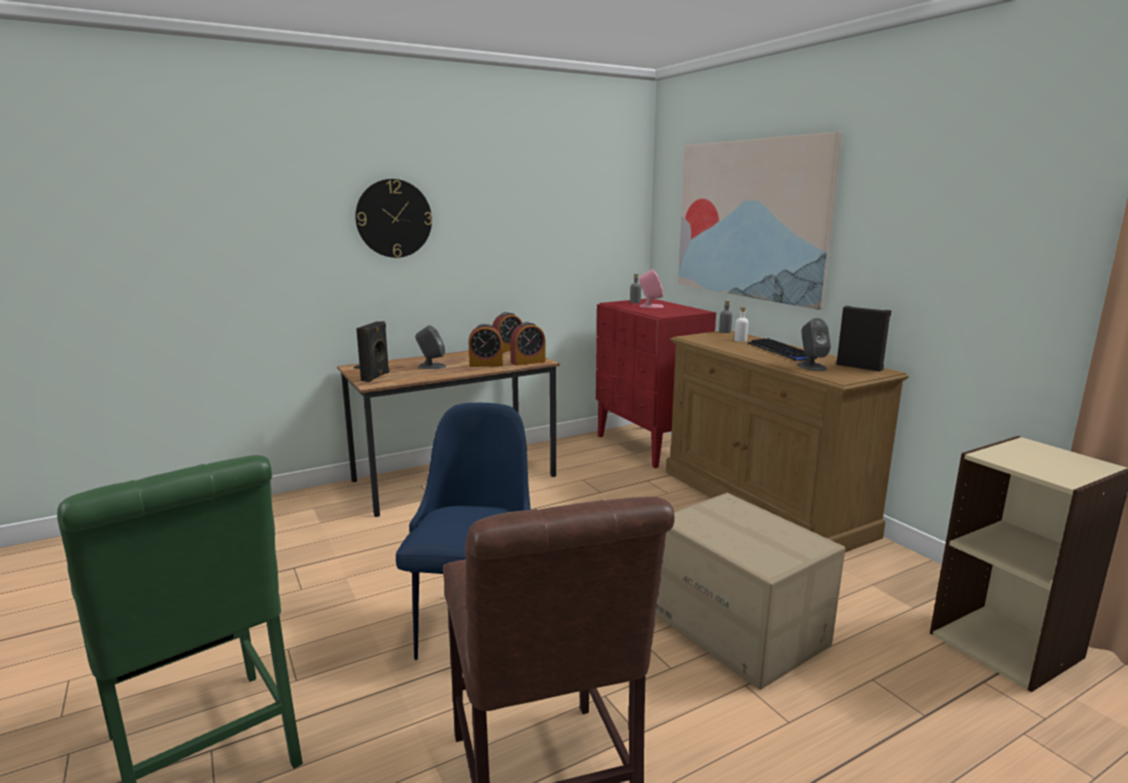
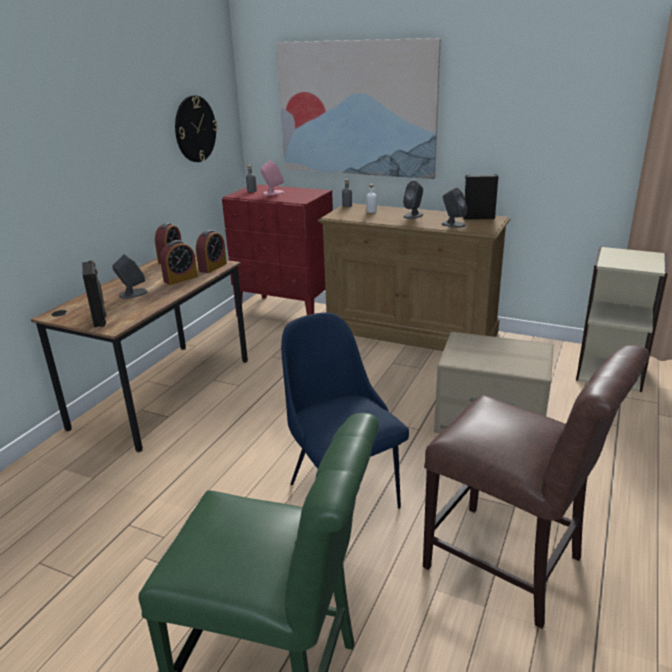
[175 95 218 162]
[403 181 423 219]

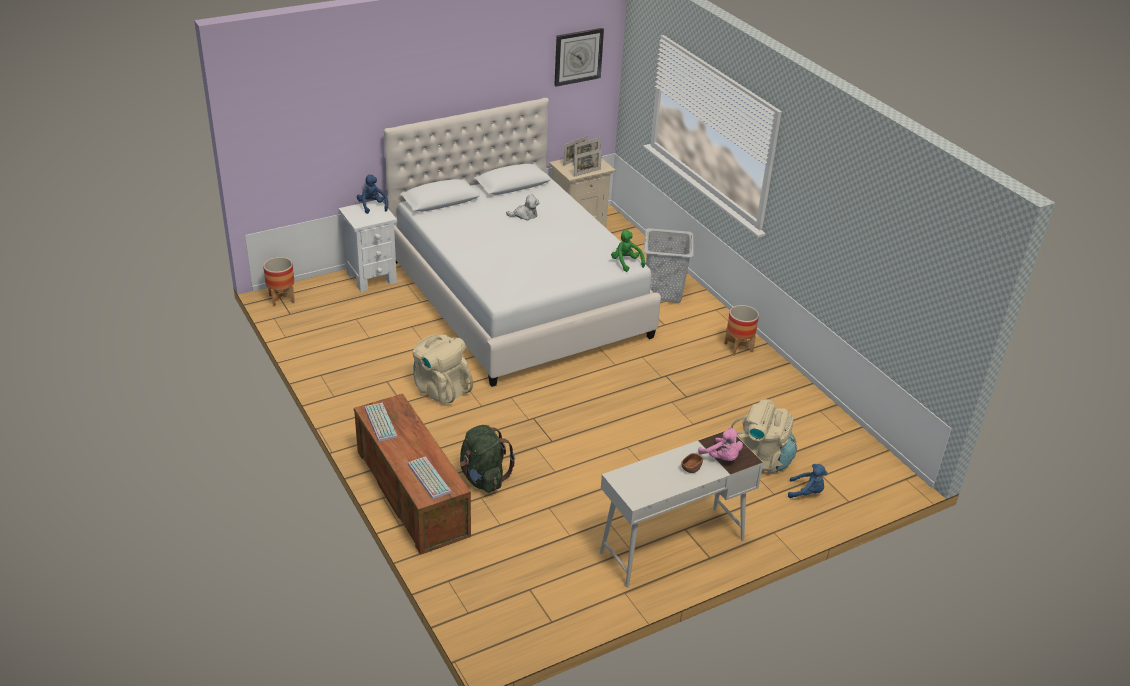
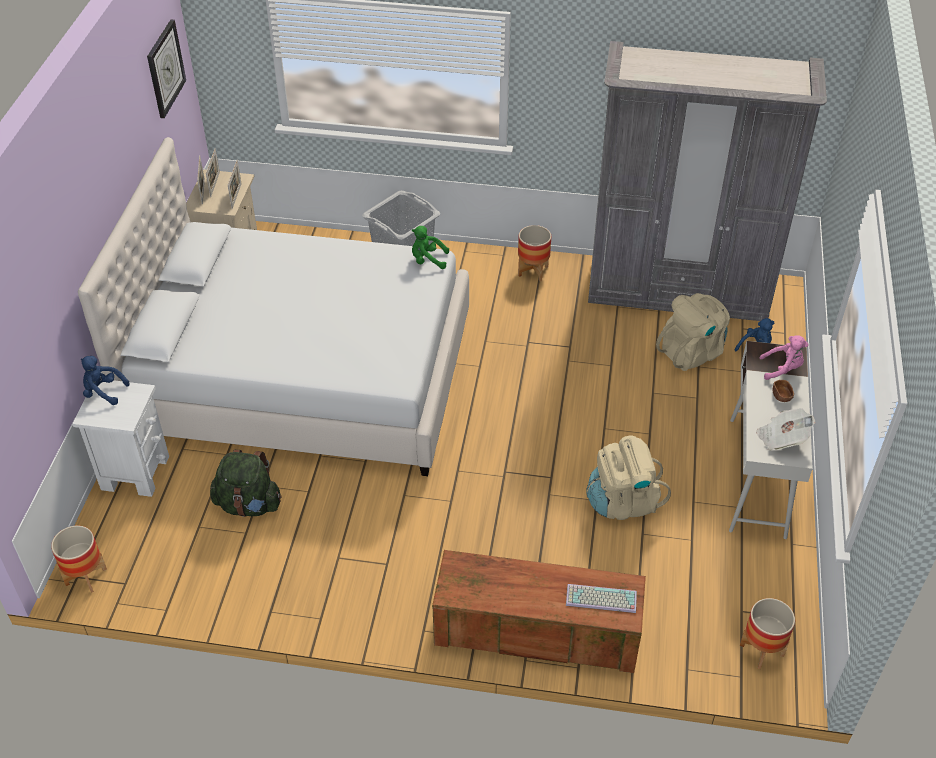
[365 403 397 442] (first image)
[586 436 671 520]
[210 450 282 517]
[506 195 539 220] (first image)
[588 41 827 321]
[740 598 795 669]
[756 408 815 451]

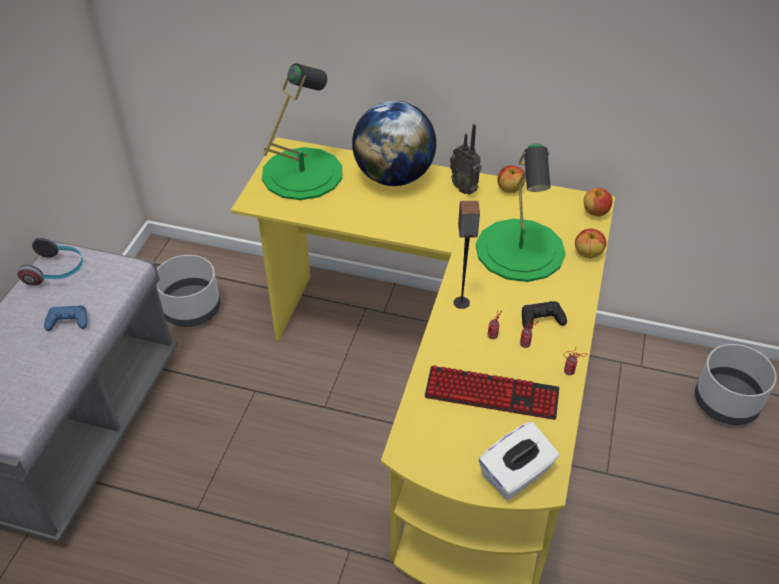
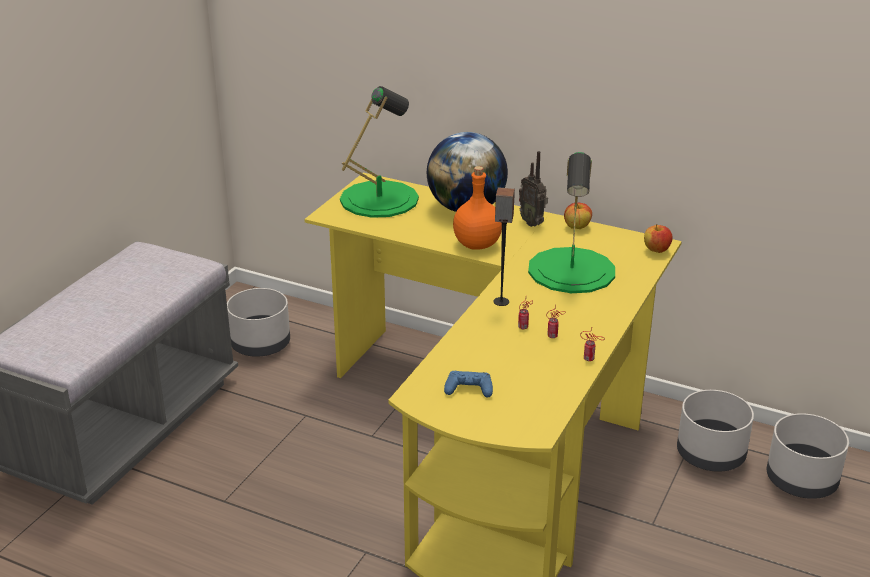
[17 237 83 286] (first image)
[444 371 493 397]
[424 365 559 420] (first image)
[479 421 560 500] (first image)
[522 301 567 329] (first image)
[575 229 607 258] (first image)
[453 166 502 250]
[677 390 754 472]

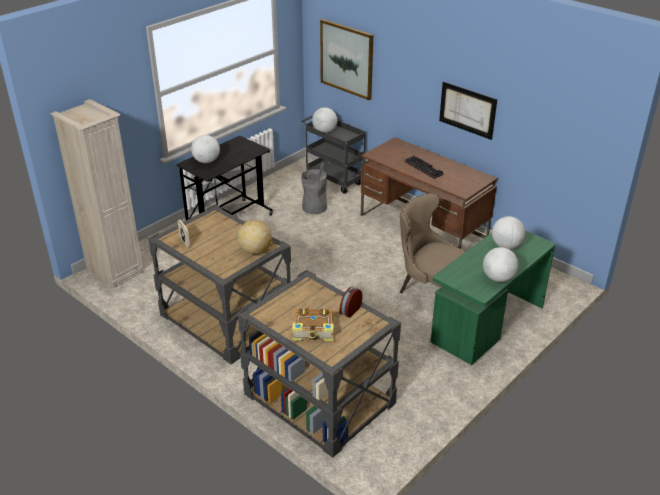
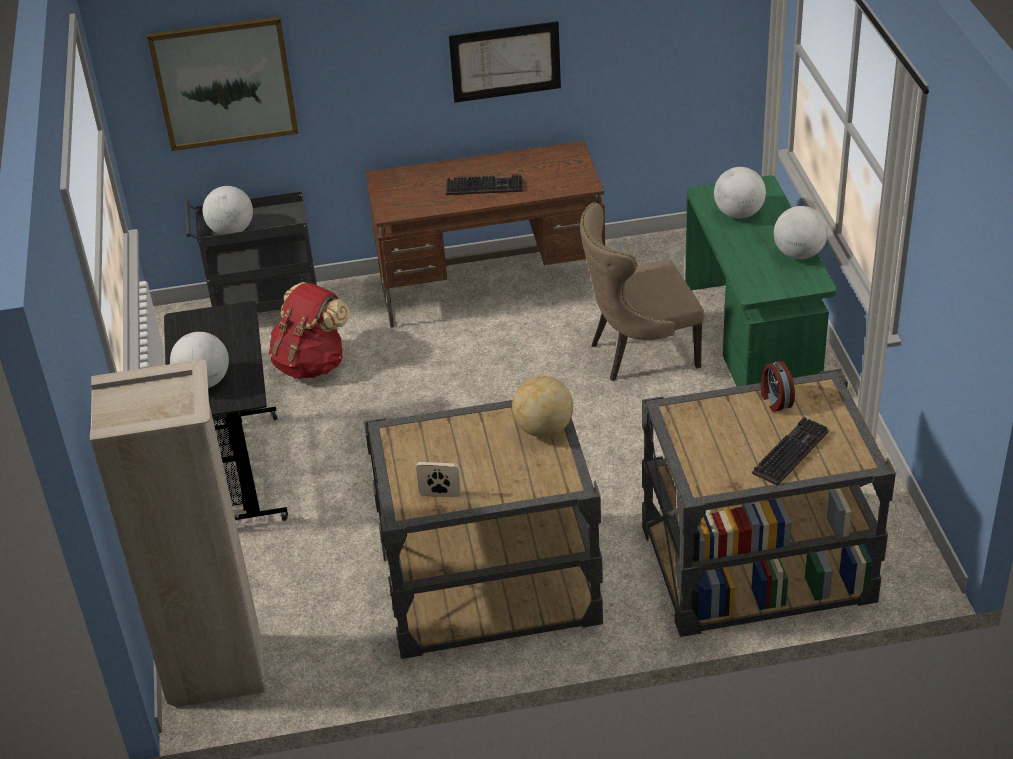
[752 417 829 486]
[269 282 350 379]

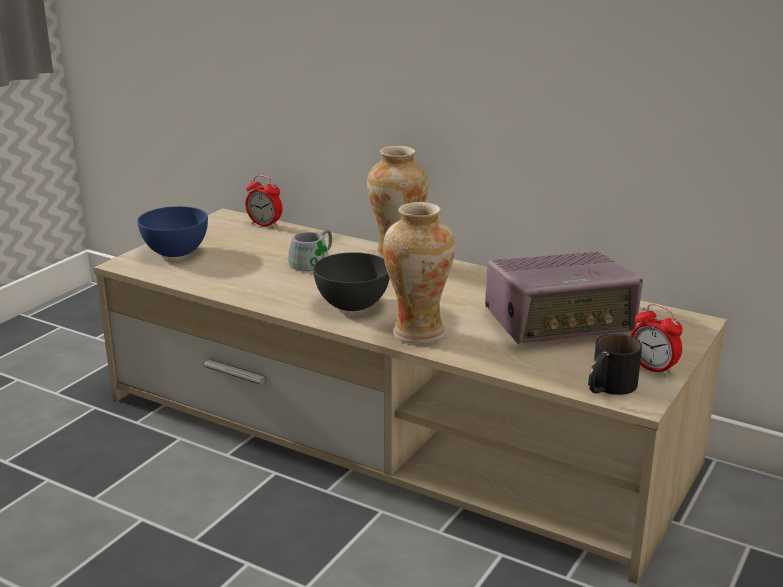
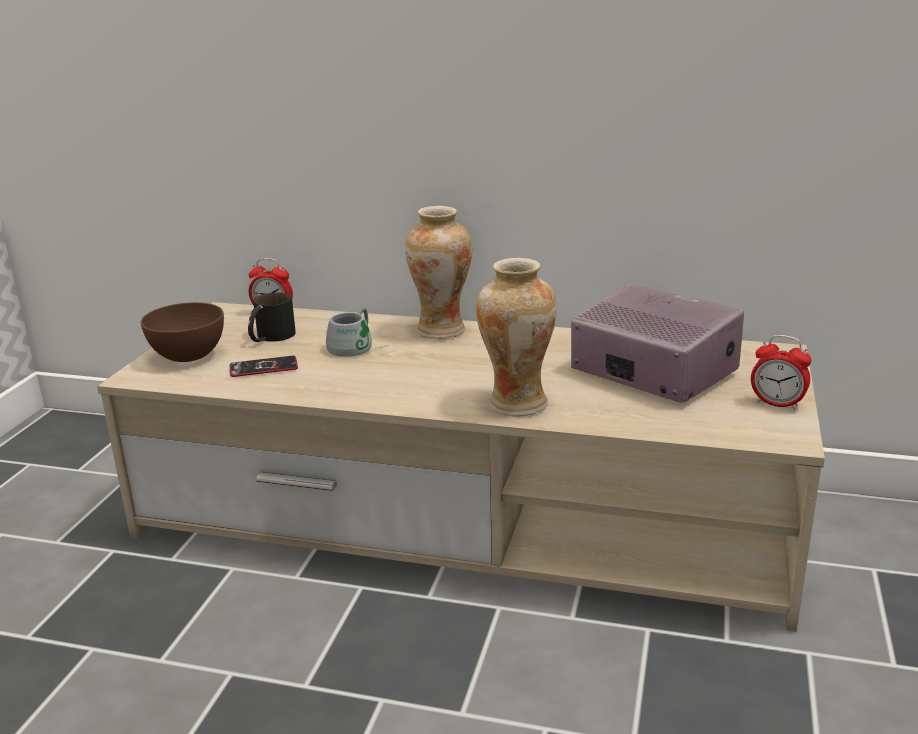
[141 302 224 362]
[313 252 390 311] (first image)
[571 283 744 402]
[248 292 296 342]
[230 356 298 377]

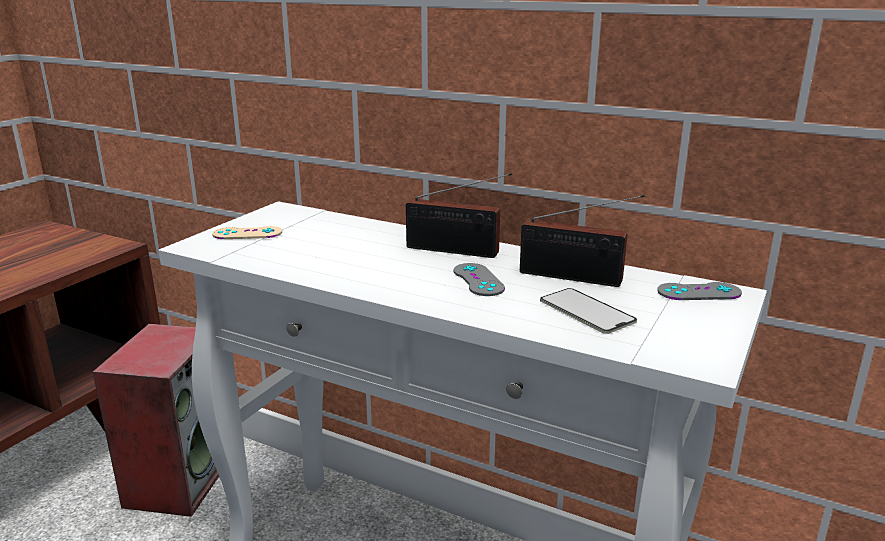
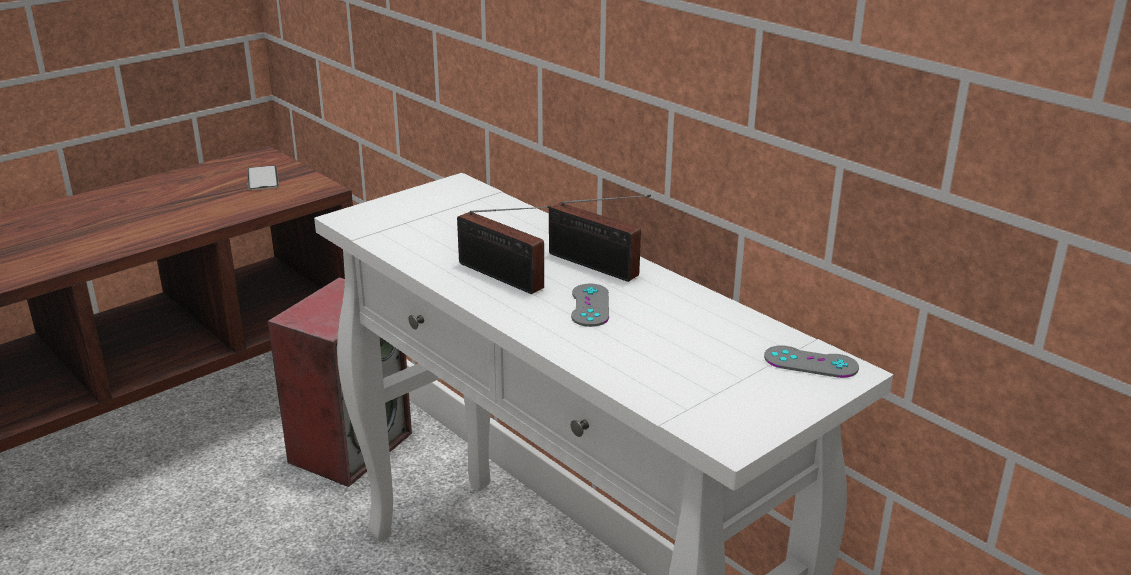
[212 226 282 239] (first image)
[457 206 551 294]
[247 165 279 190]

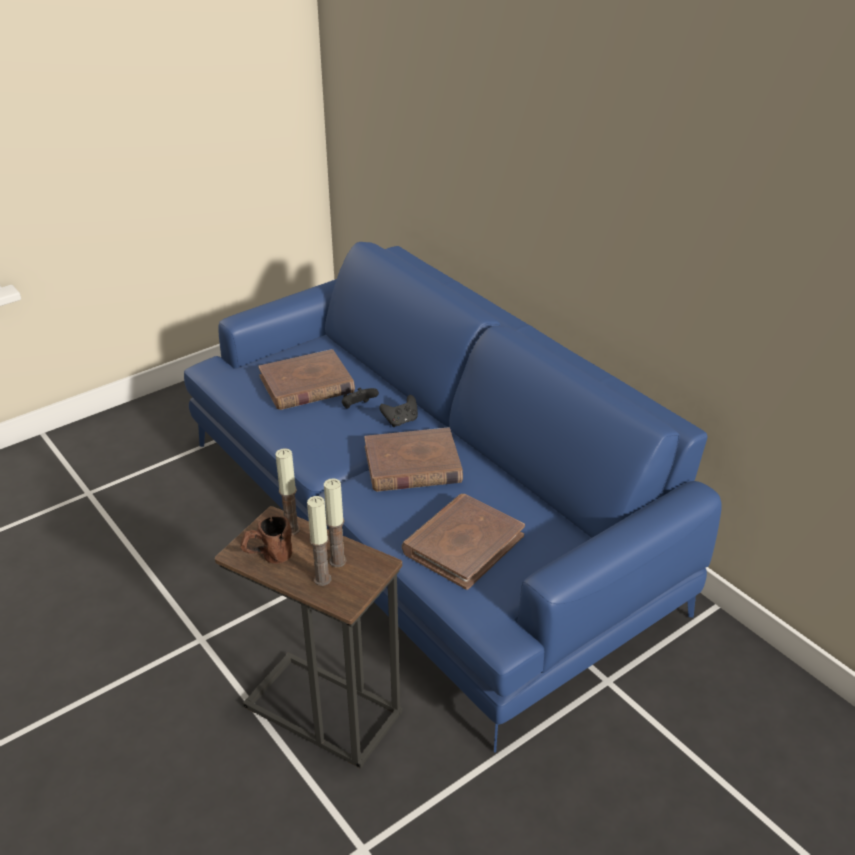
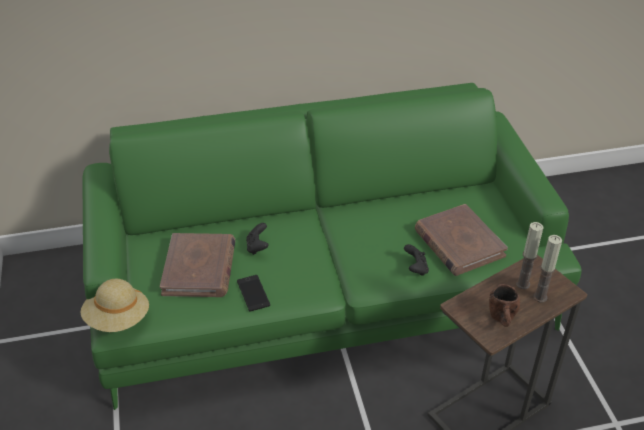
[82 83 582 410]
[276 448 300 535] (first image)
[364 427 463 492] (first image)
[404 244 429 276]
[80 279 149 332]
[237 275 270 311]

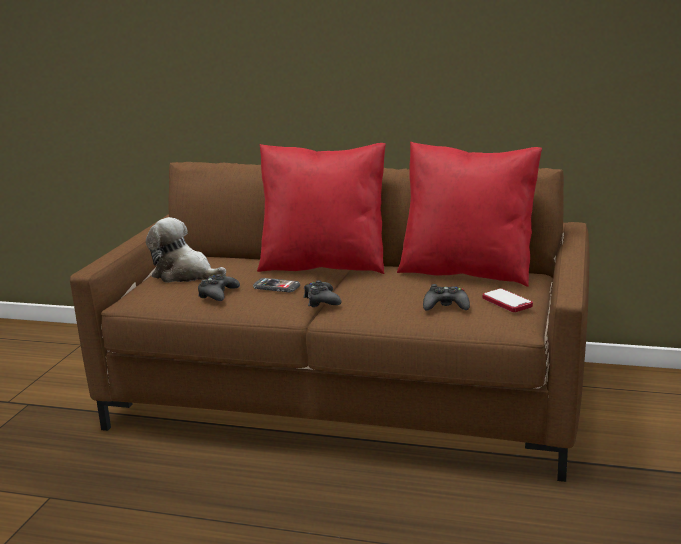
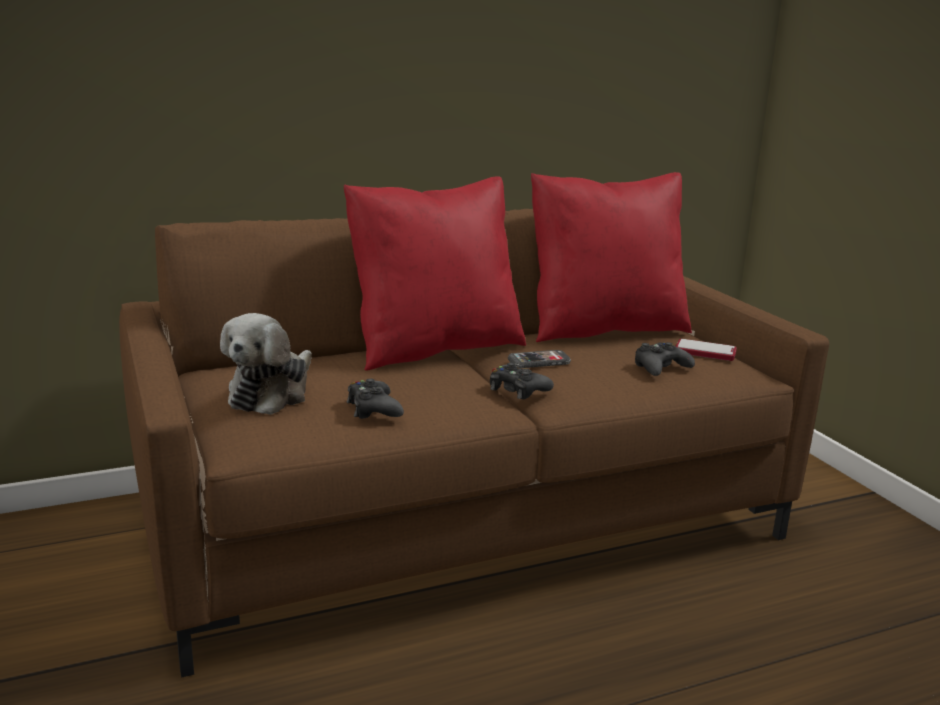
[220 313 312 415]
[508 350 571 368]

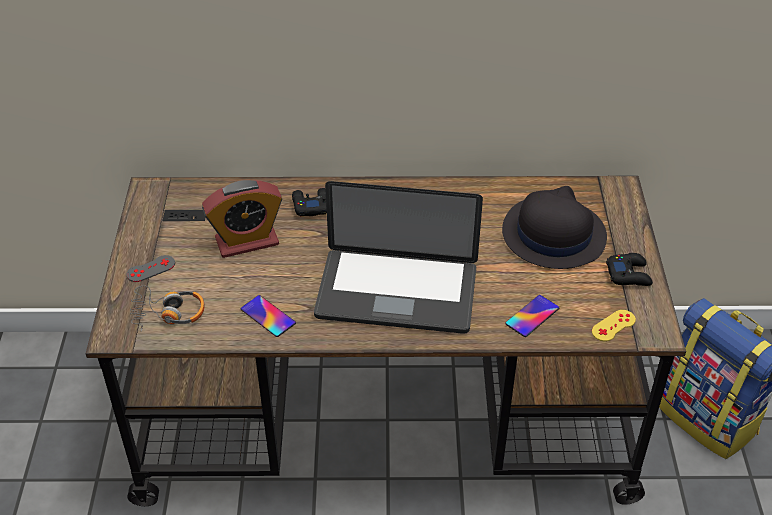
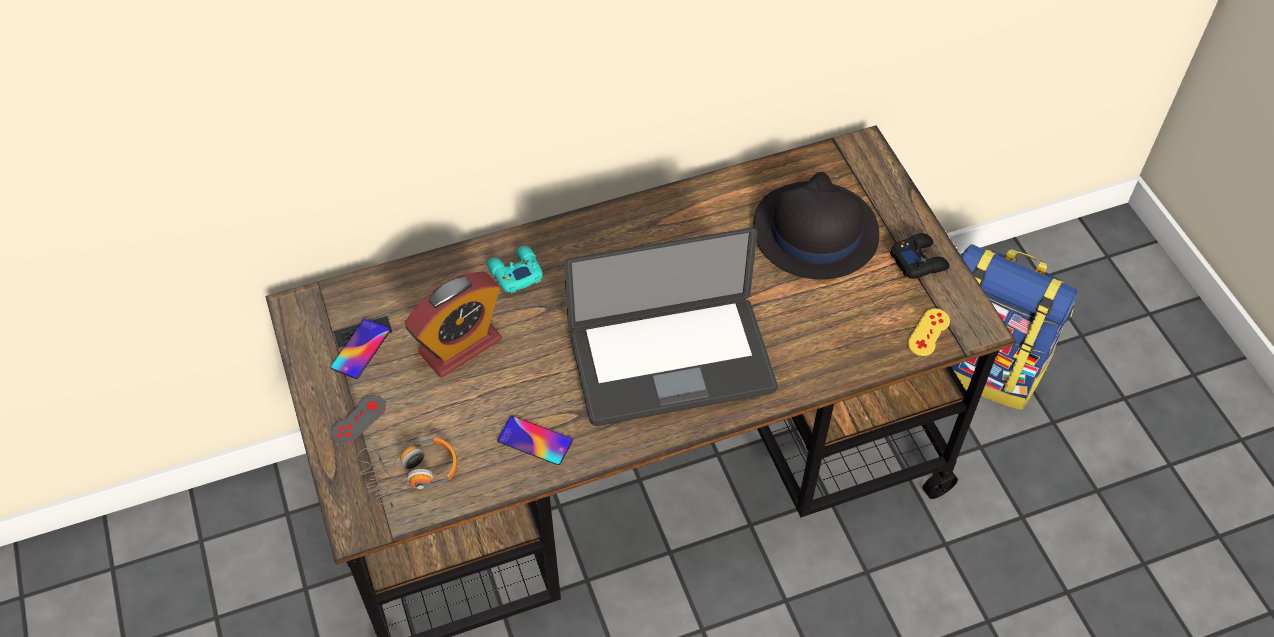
[487 246 543 293]
[330 319 391 379]

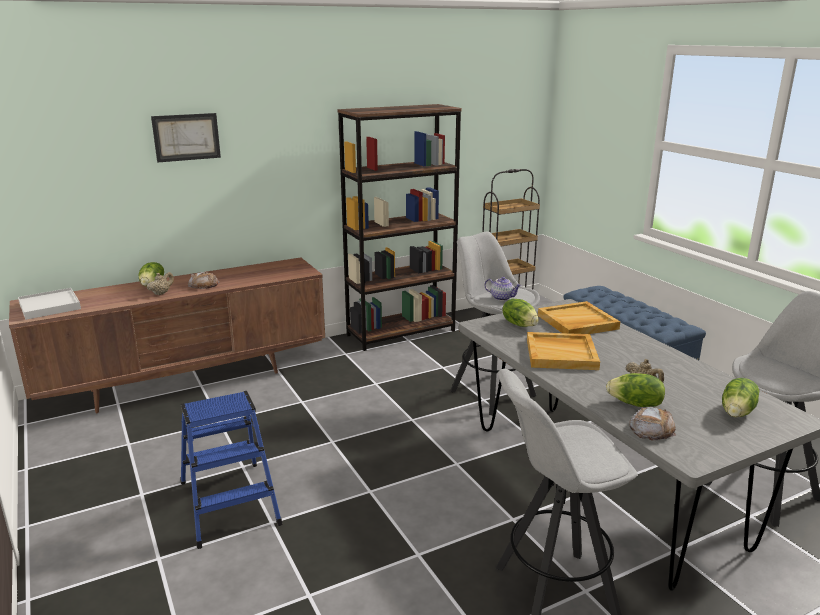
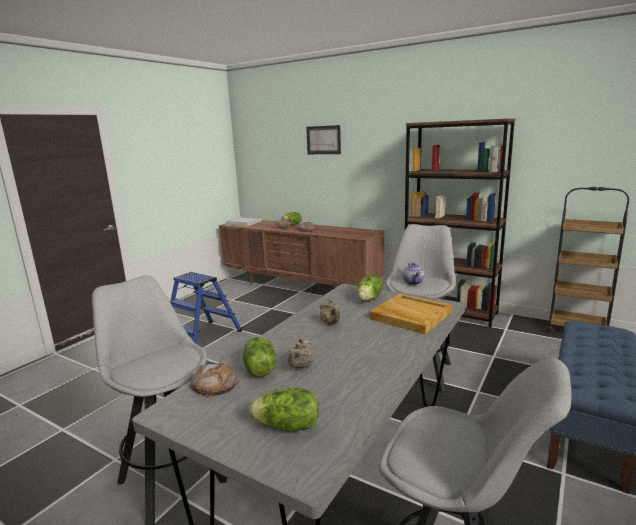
[320 299 340 325]

